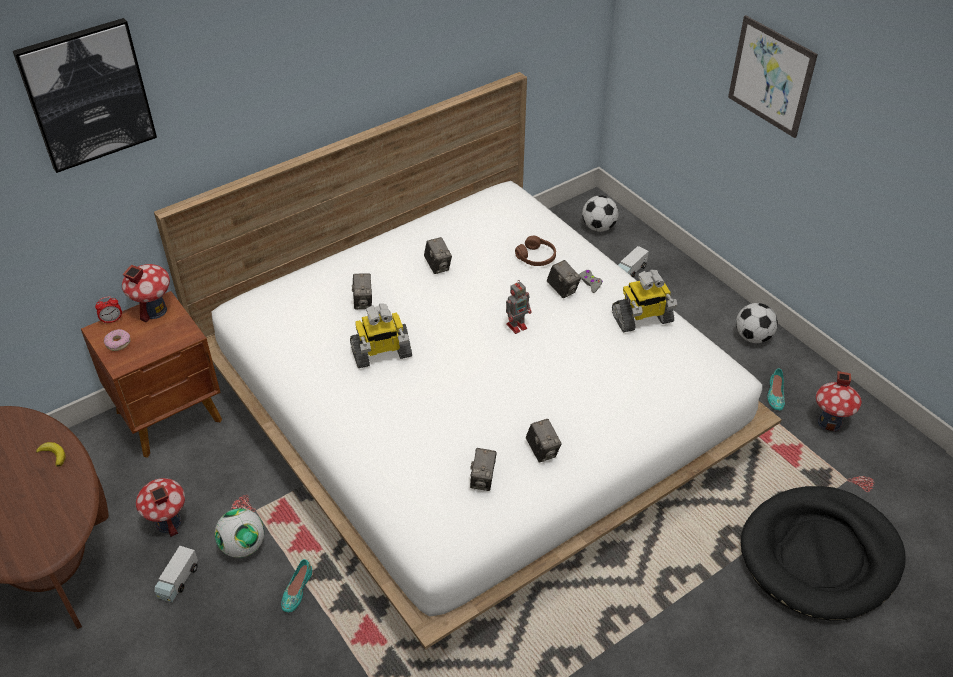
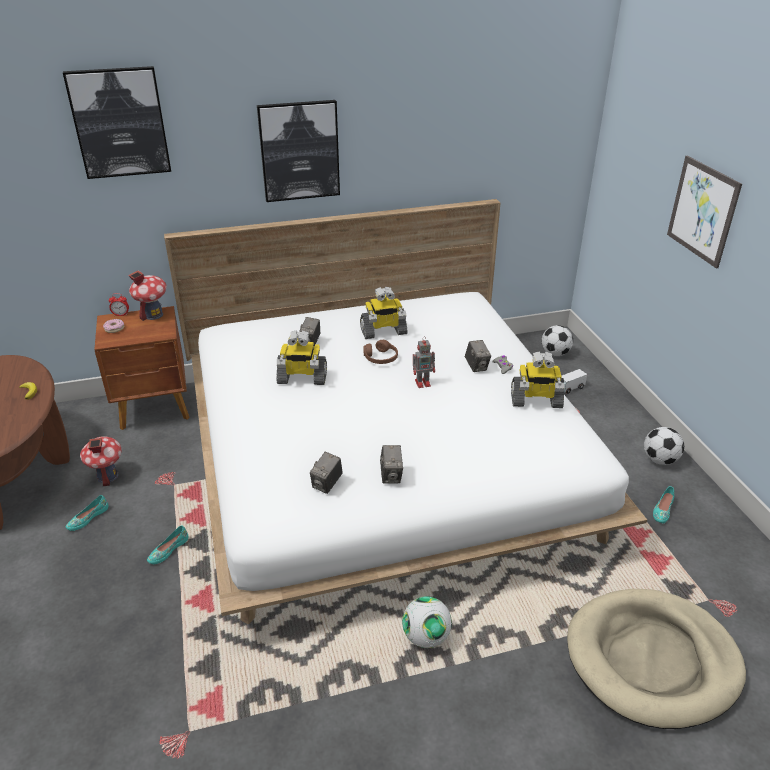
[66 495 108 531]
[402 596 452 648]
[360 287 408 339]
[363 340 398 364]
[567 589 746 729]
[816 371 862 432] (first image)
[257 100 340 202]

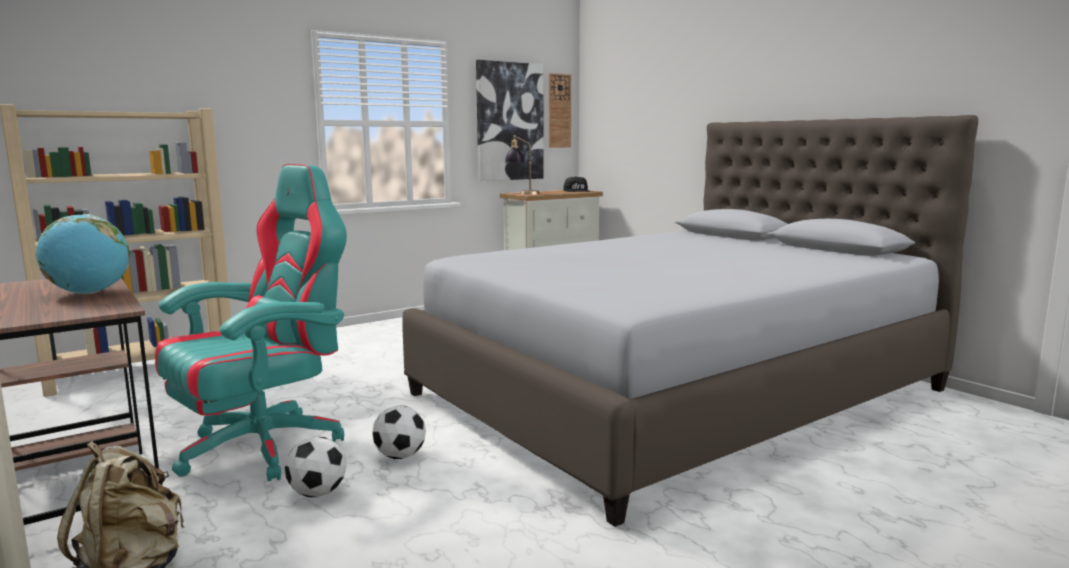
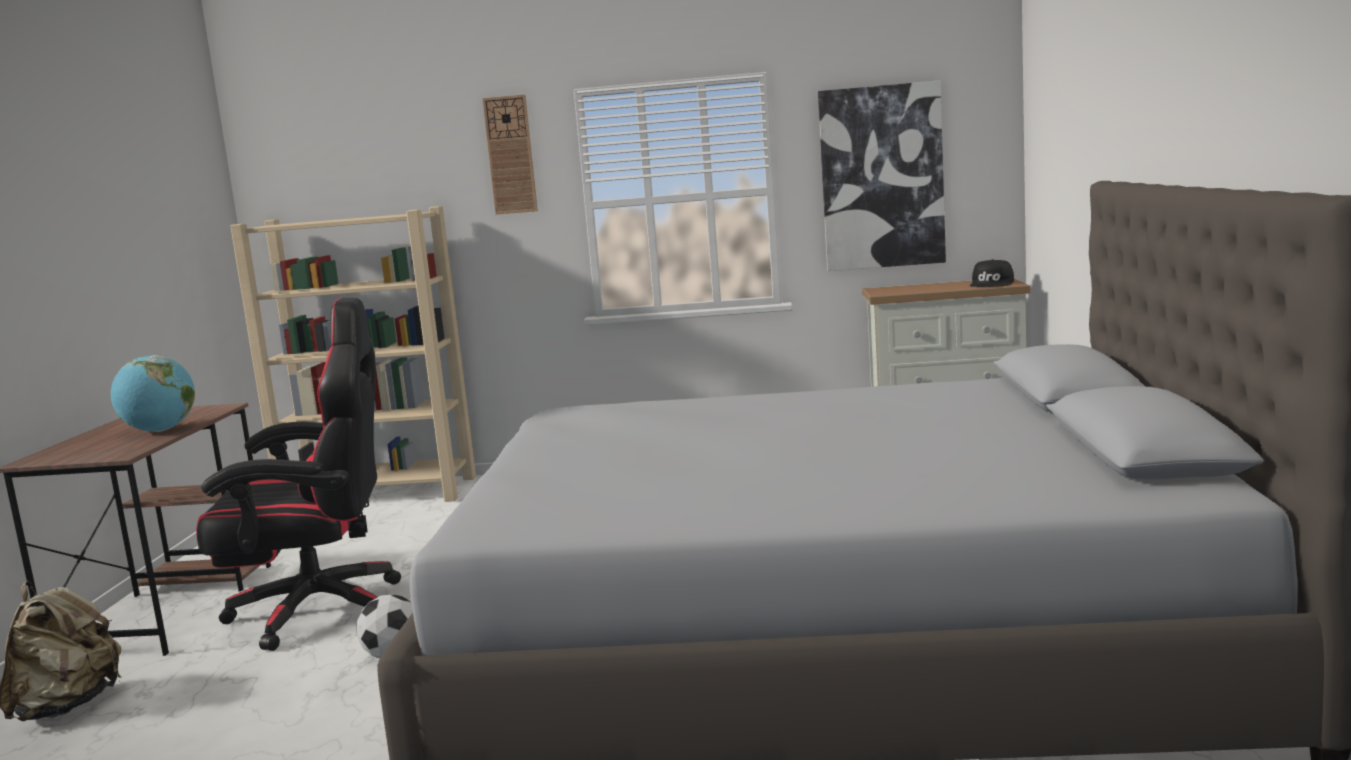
[196 297 401 651]
[285 437 346 497] (first image)
[505 135 540 195] (first image)
[482 94 538 215]

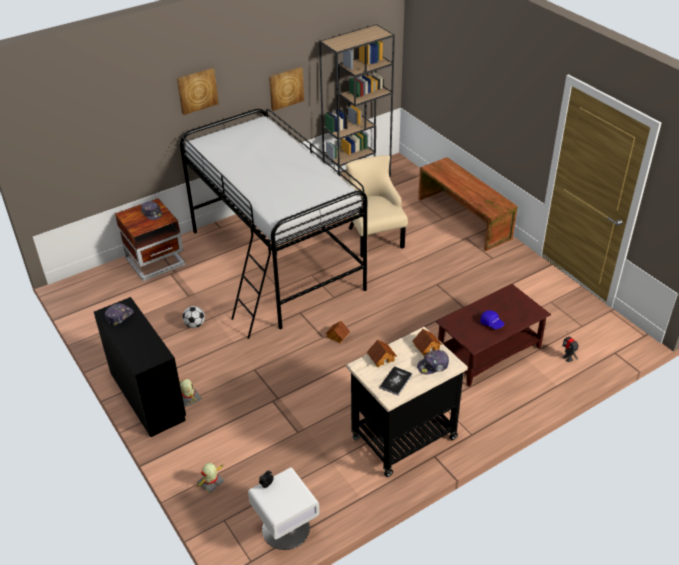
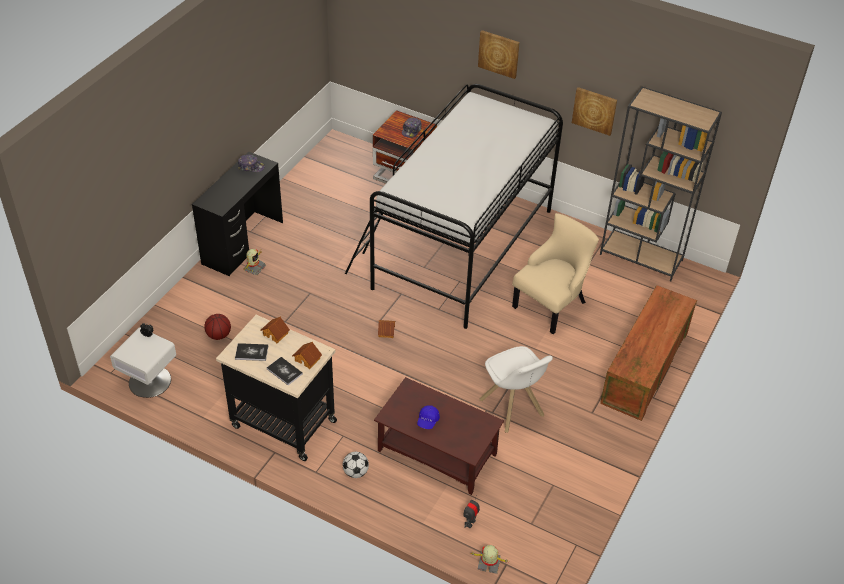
[343 452 369 478]
[470 545 508 574]
[267 357 303 385]
[204 314 231 340]
[479 346 553 433]

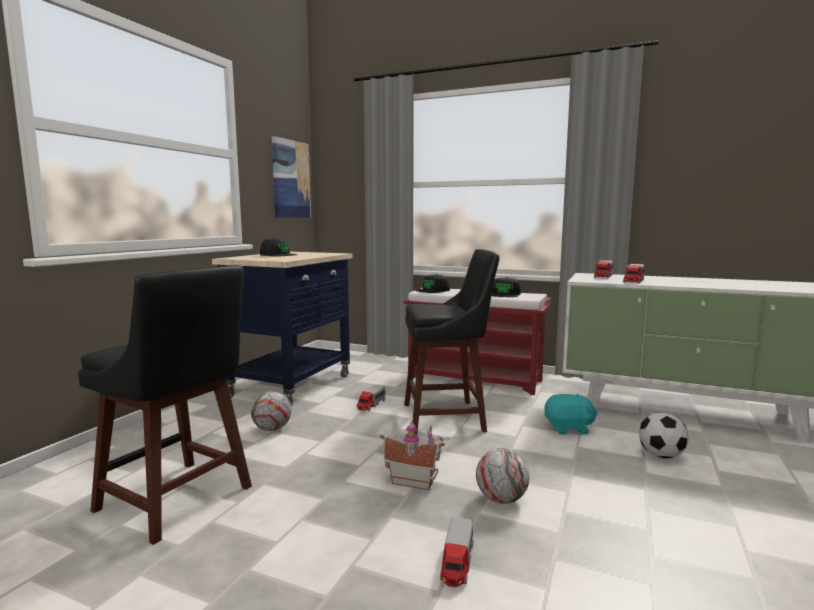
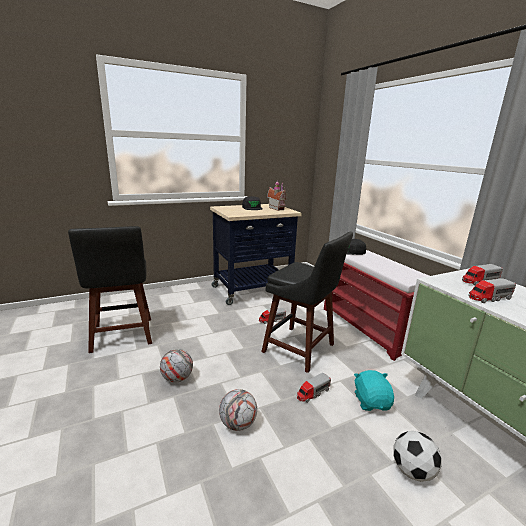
[160 349 193 383]
[272 136 311 218] (first image)
[267 180 287 211]
[297 373 331 403]
[491 277 521 297] (first image)
[354 370 394 411]

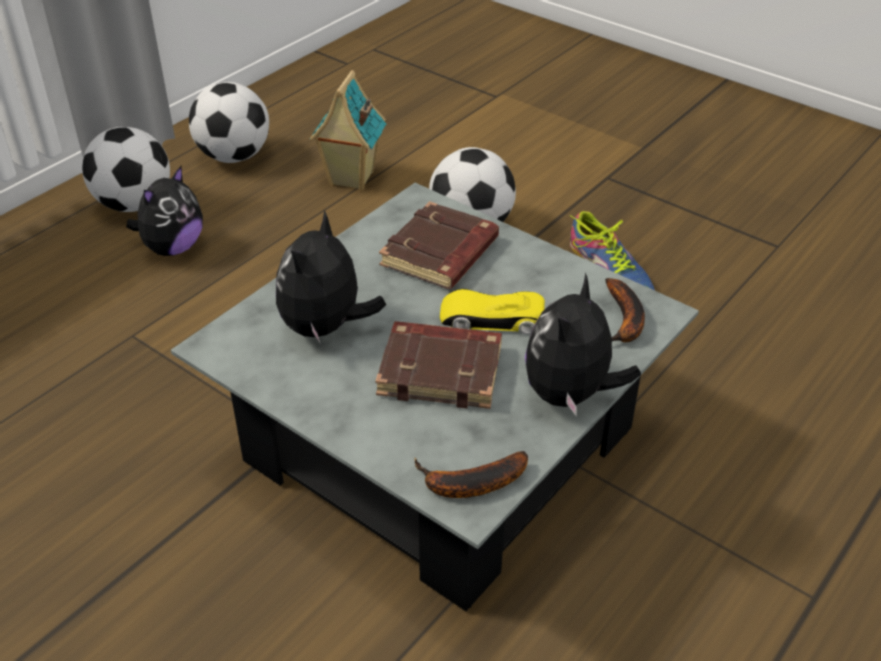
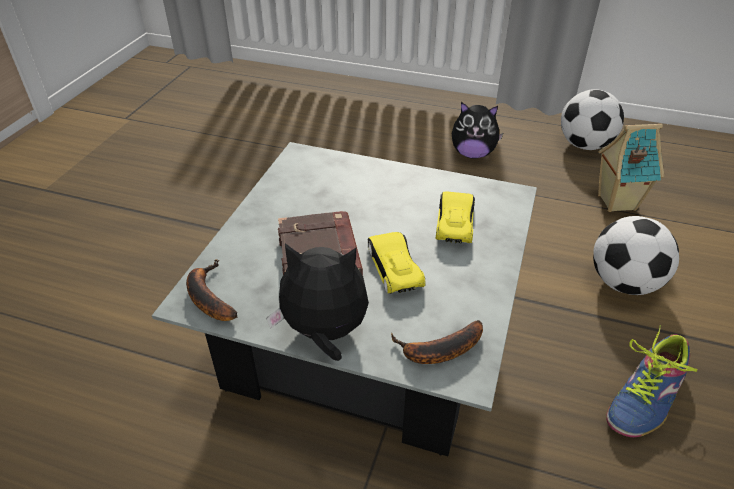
[82 127 170 212] (first image)
[276 210 386 344] (first image)
[436 192 475 244]

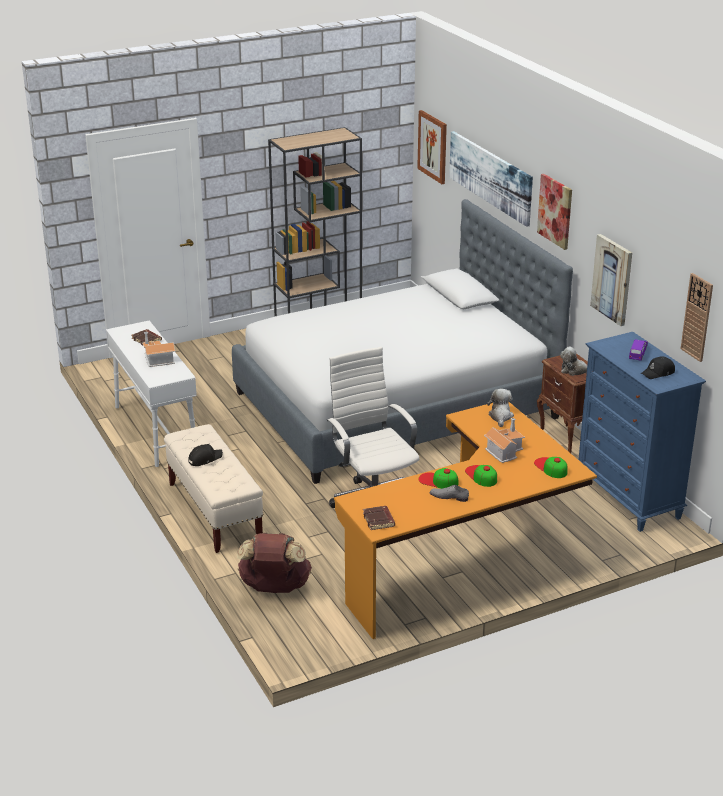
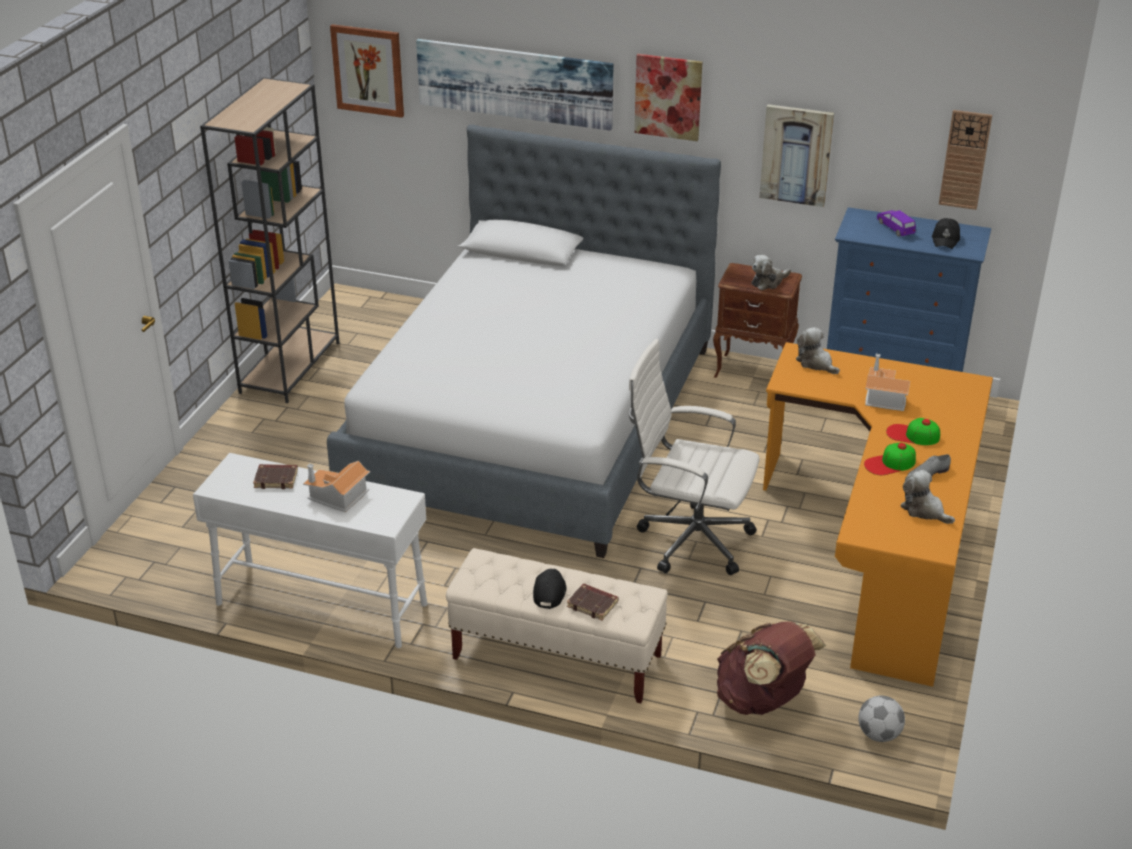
[567 584 619 620]
[534 457 568 478] (first image)
[858 695 905 742]
[901 470 955 524]

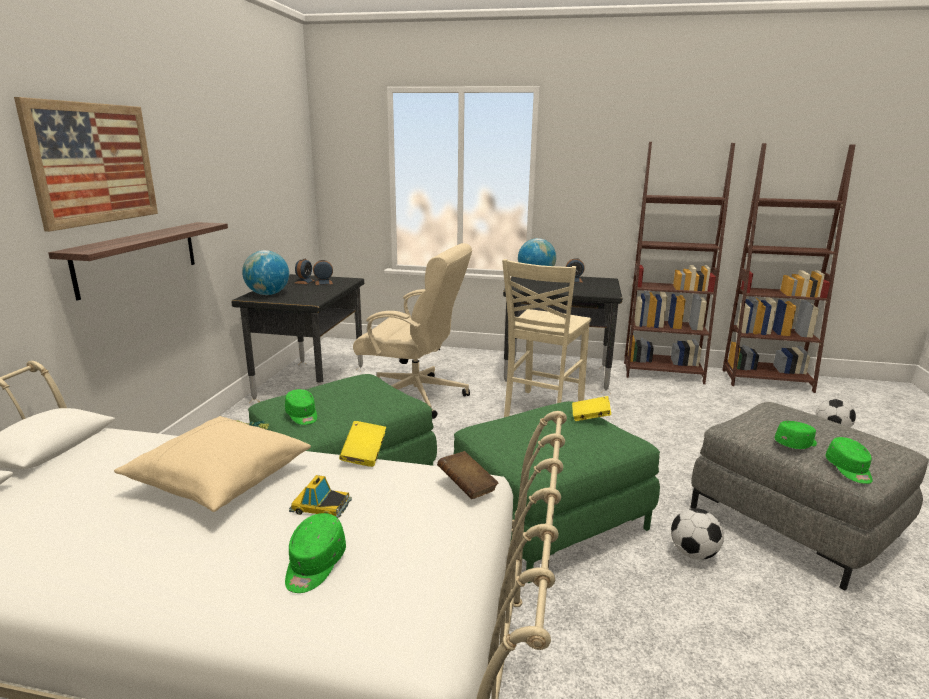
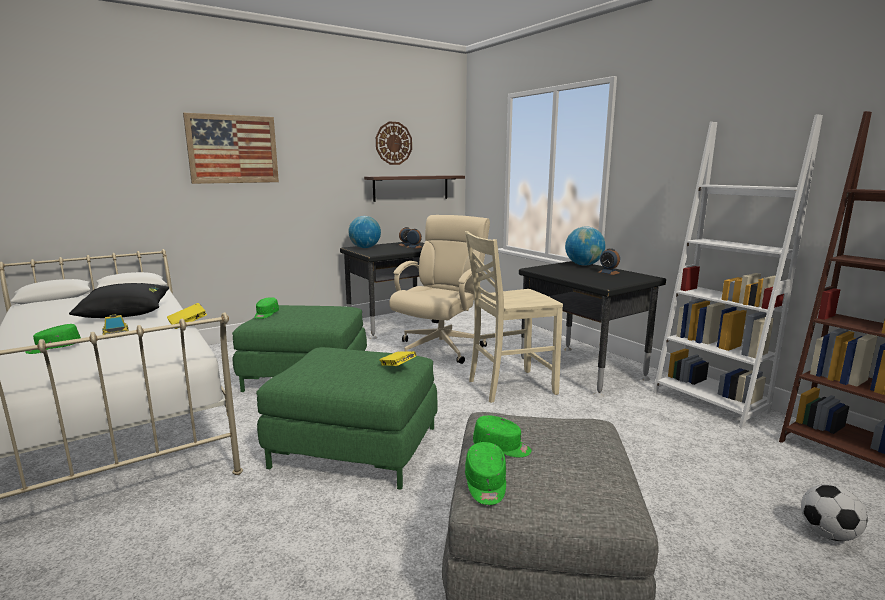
[364 175 465 202]
[69 283 169 318]
[389 215 490 364]
[437 451 499 499] (first image)
[653 115 823 428]
[671 508 724 560] (first image)
[465 442 506 505]
[376 122 412 165]

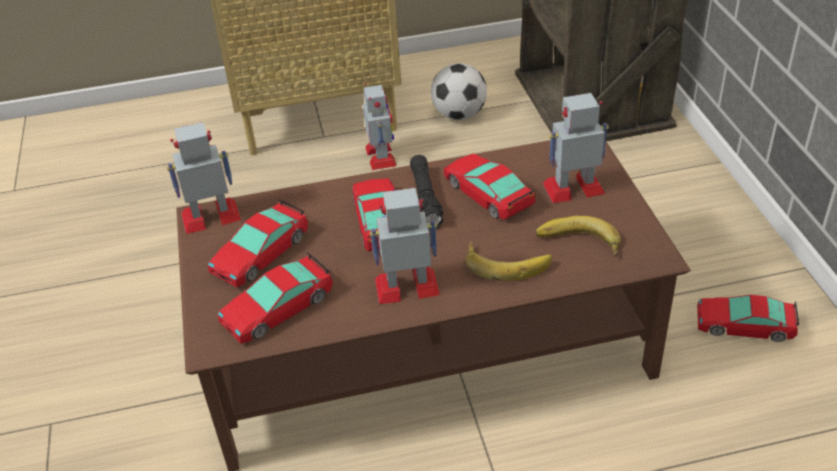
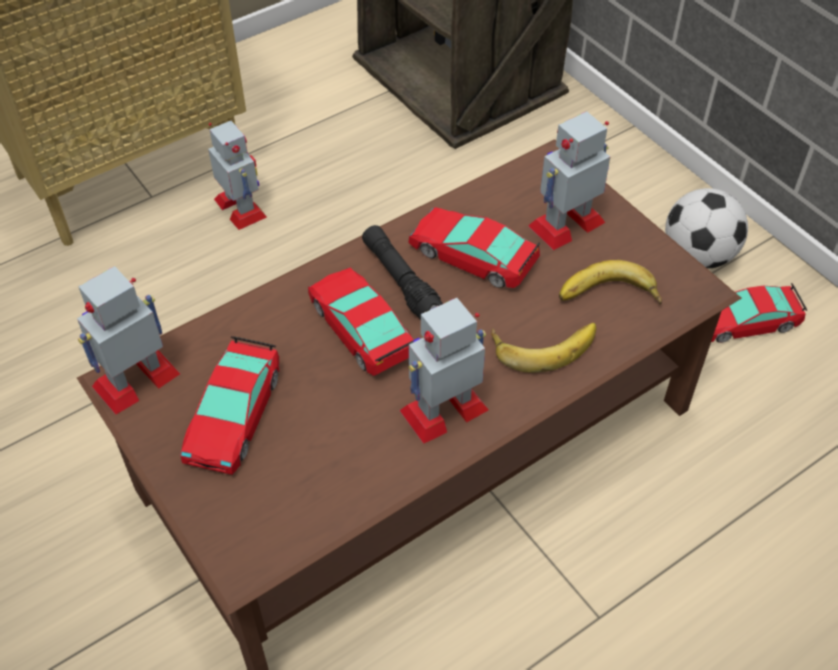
[218 253 333 344] (first image)
[665 188 748 269]

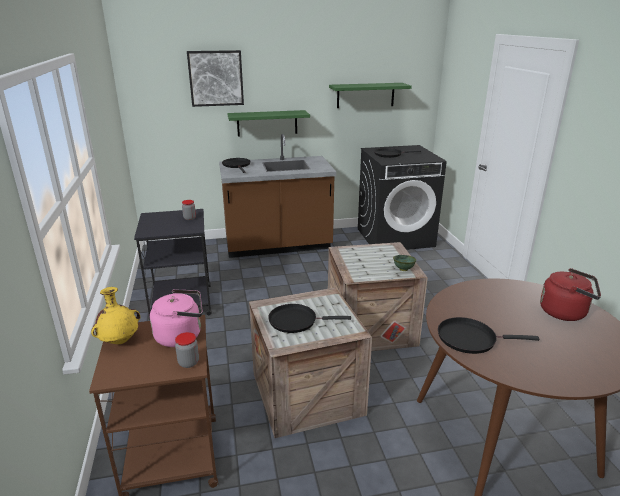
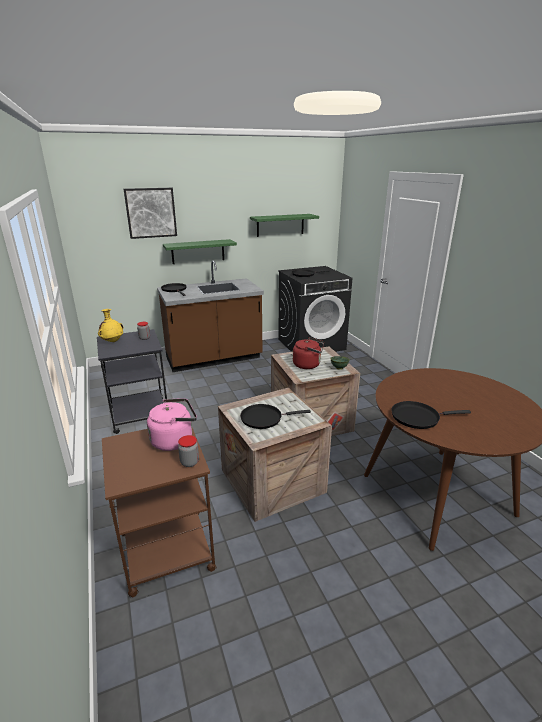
[98 309 123 342]
[293 337 324 369]

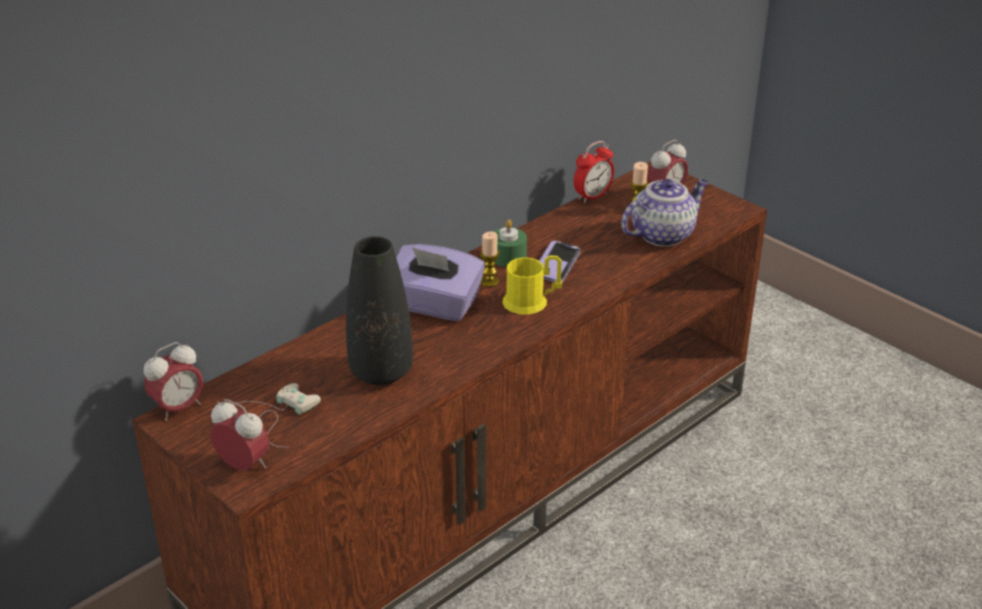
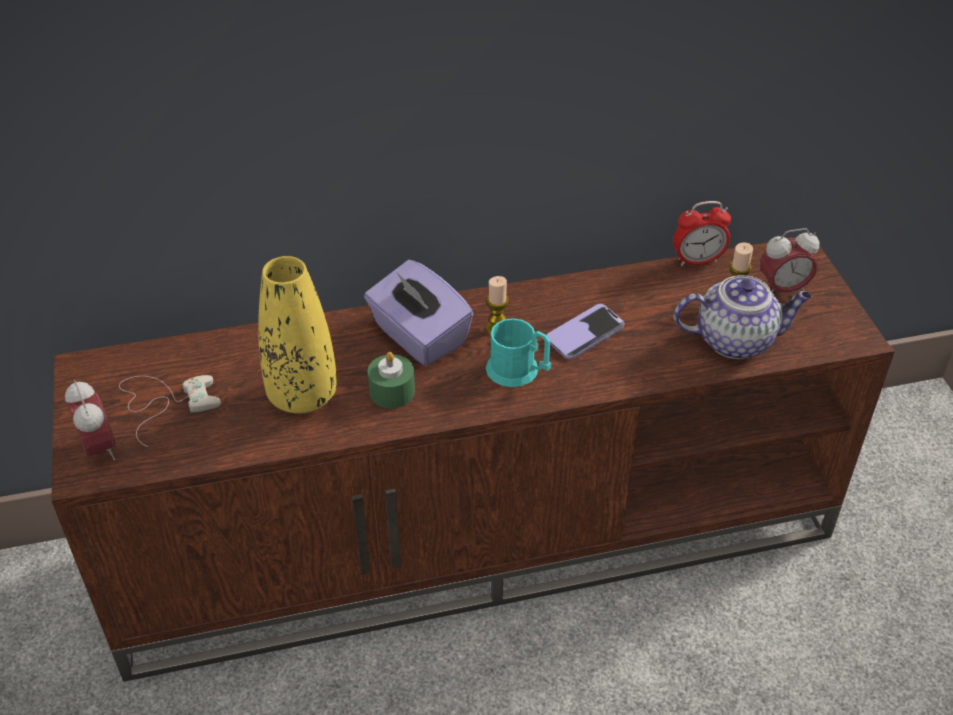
[144 342 203 421] (first image)
[258 256 337 414]
[368 352 415 408]
[486 318 551 387]

